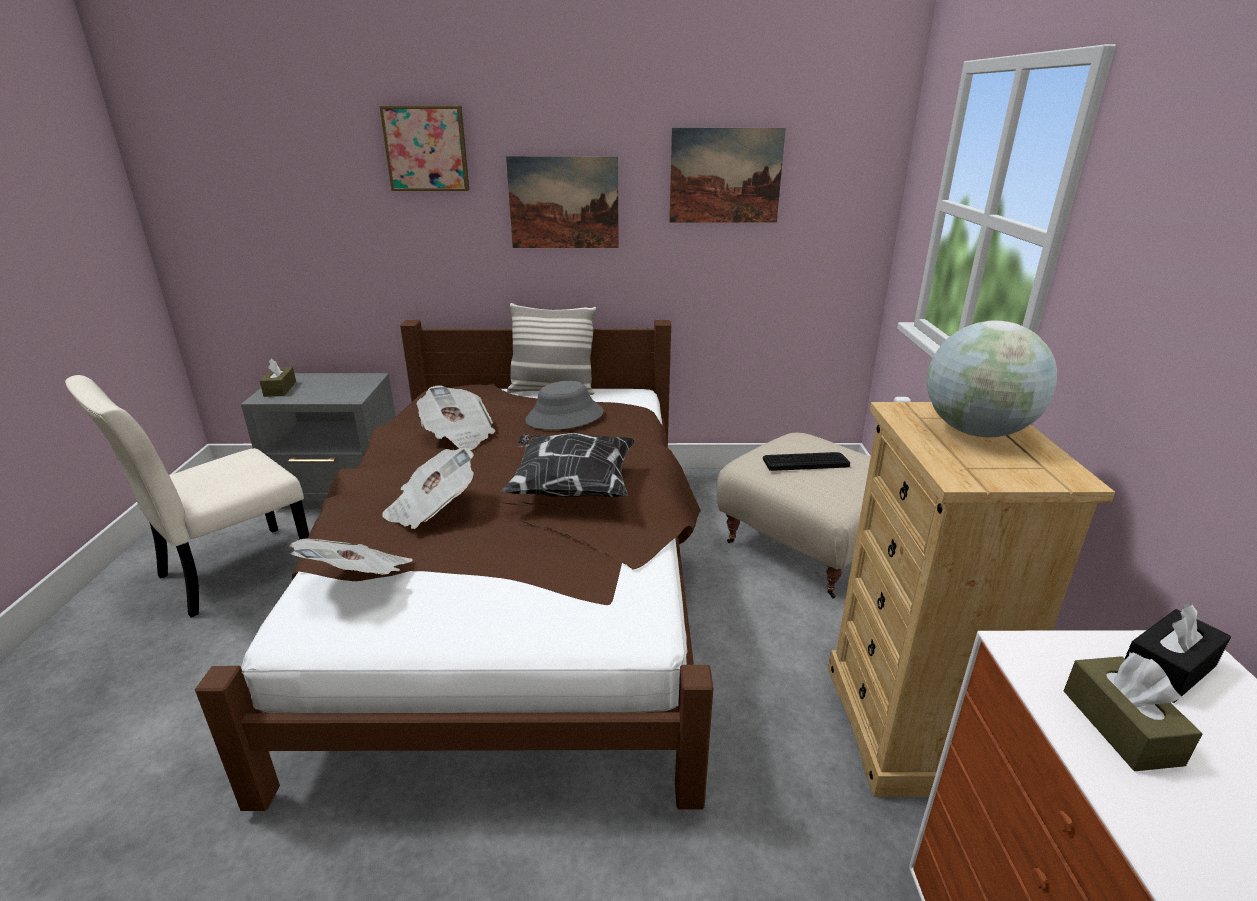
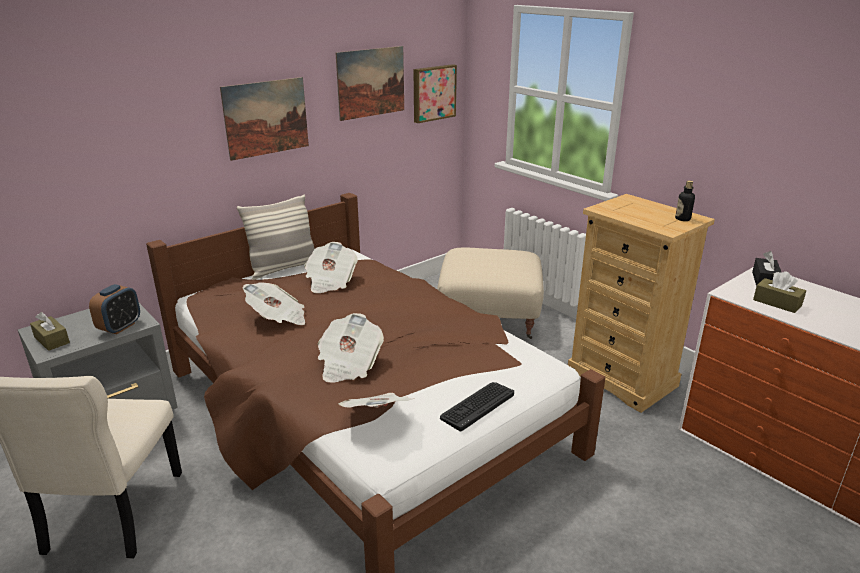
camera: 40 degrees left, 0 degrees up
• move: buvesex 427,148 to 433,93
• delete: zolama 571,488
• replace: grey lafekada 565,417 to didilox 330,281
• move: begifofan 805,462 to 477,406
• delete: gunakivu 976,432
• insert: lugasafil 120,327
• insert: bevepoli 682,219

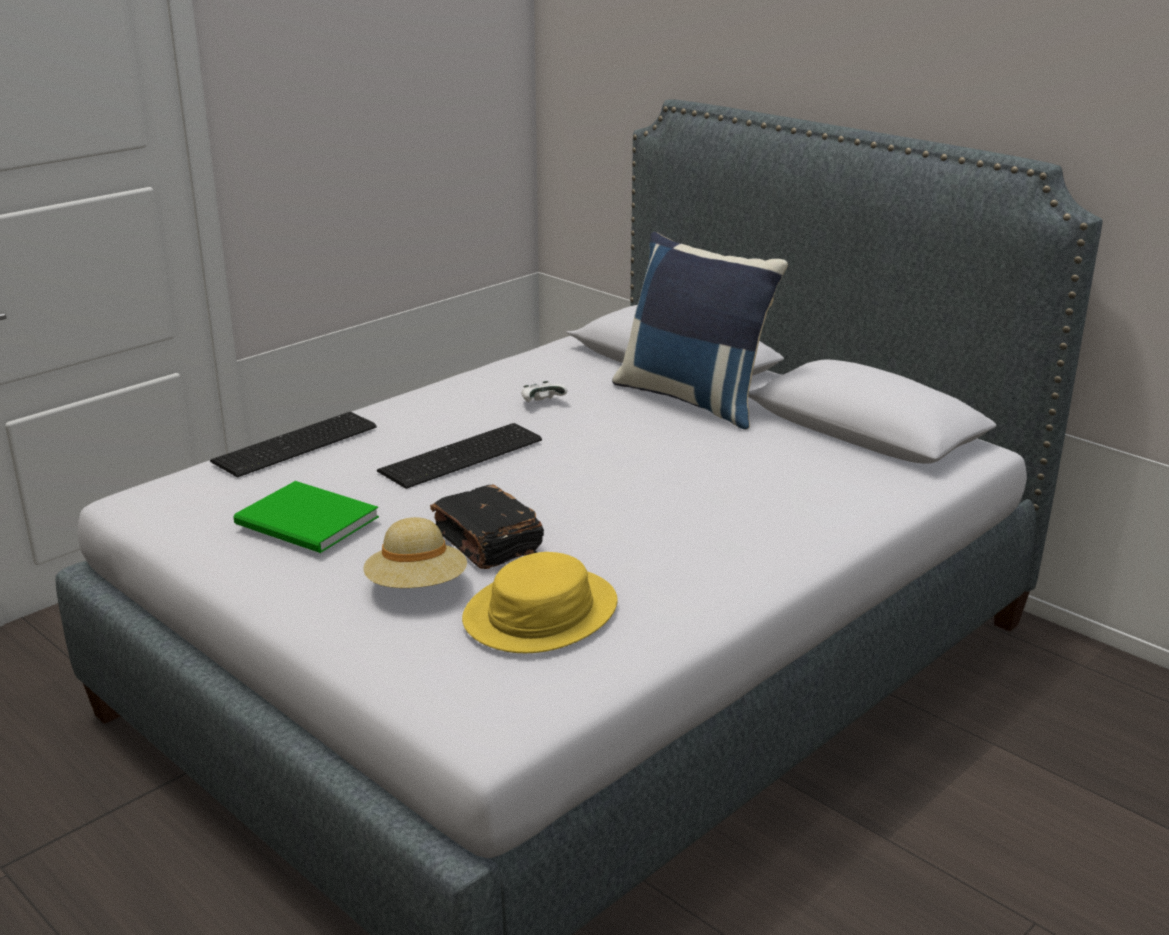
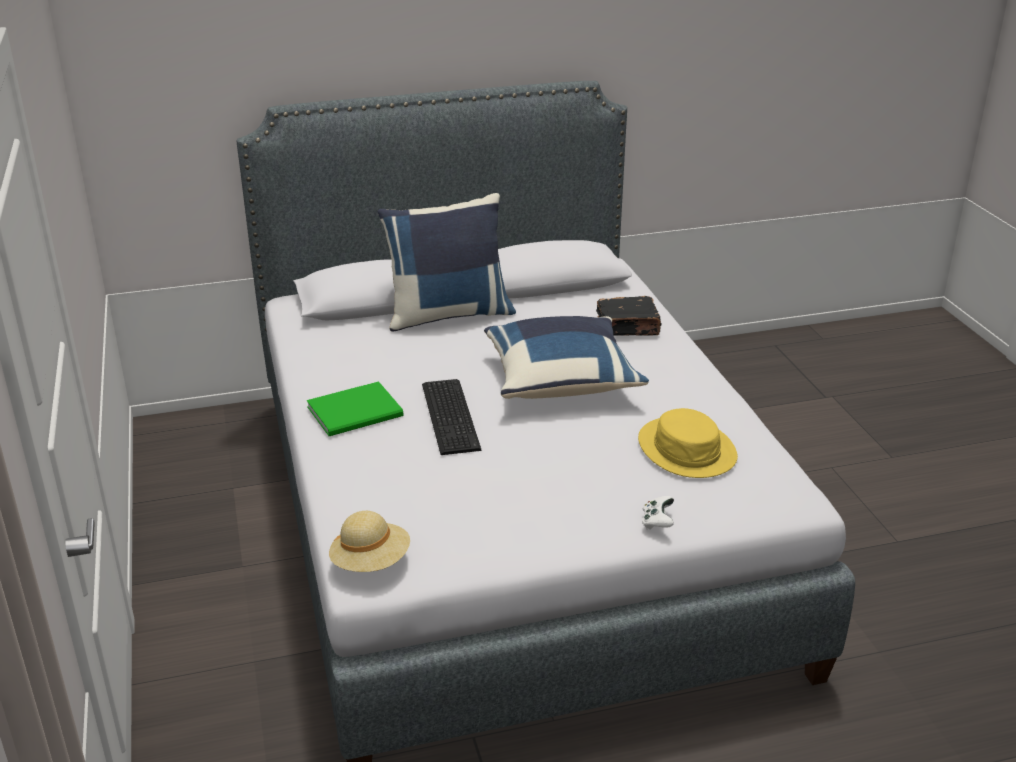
camera: 60 degrees left, 5 degrees up
• delete: begifofan 299,444
• move: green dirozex 307,523 to 358,412
• move: beige lafekada 417,588 to 371,562
• move: black dirozex 488,543 to 628,328
• move: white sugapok 542,403 to 657,522
• insert: blue zolama 561,381

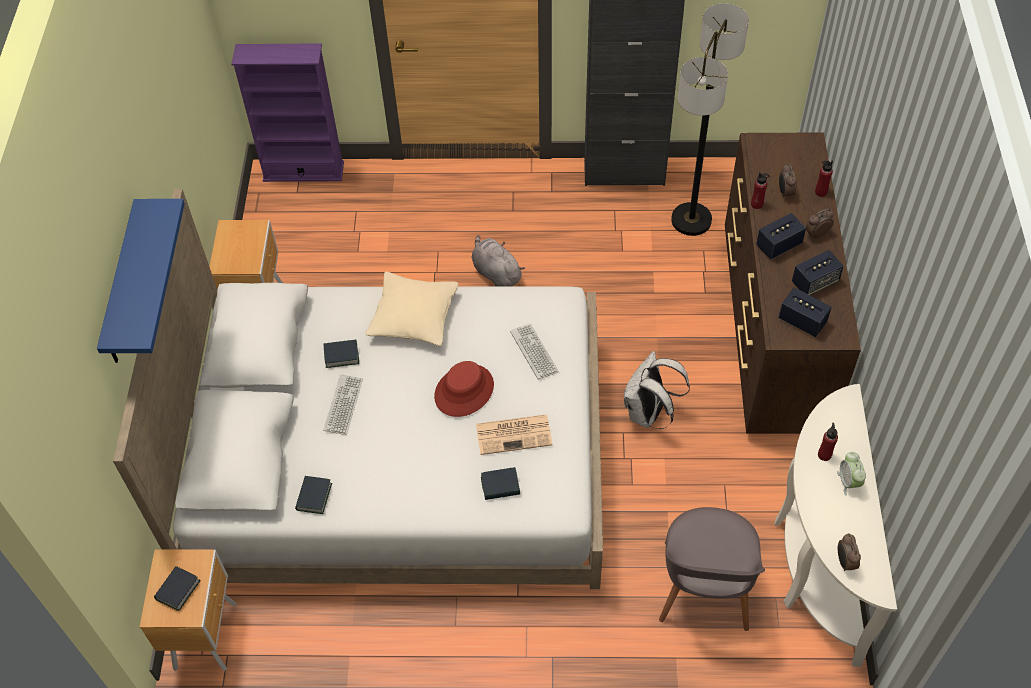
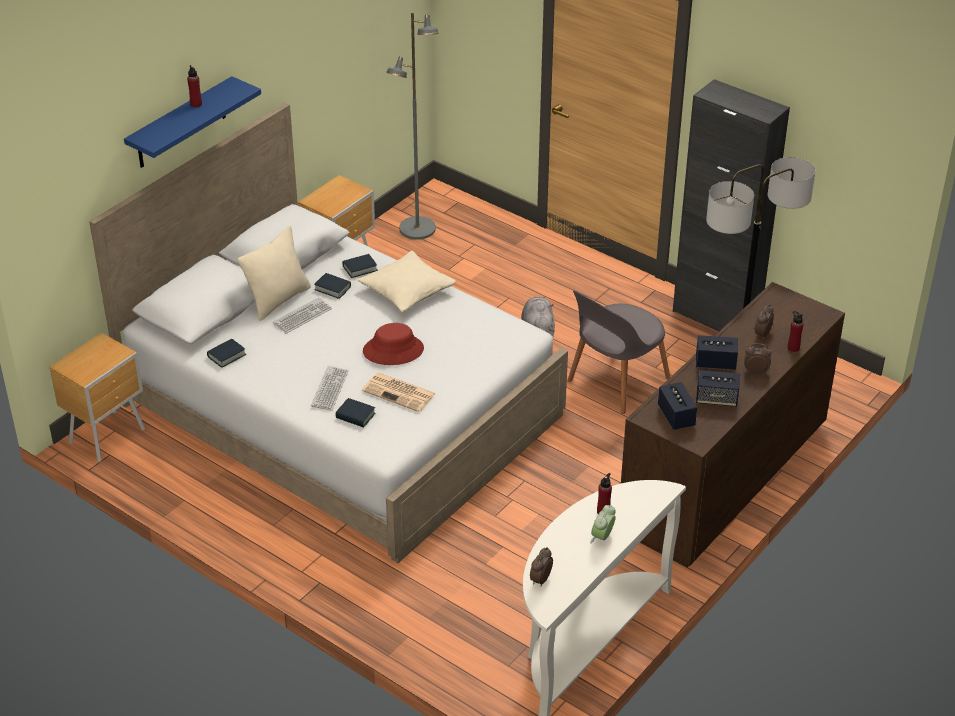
camera: 35 degrees right, 15 degrees down
• move: dirozex 178,590 to 360,268
• delete: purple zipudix 303,171
• move: begifofan 534,352 to 330,389
• delete: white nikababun 648,413
• move: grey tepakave 704,590 to 615,382
• move: red bevepoli 757,204 to 196,104
• insert: beige zolama 278,300
• insert: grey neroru 417,229

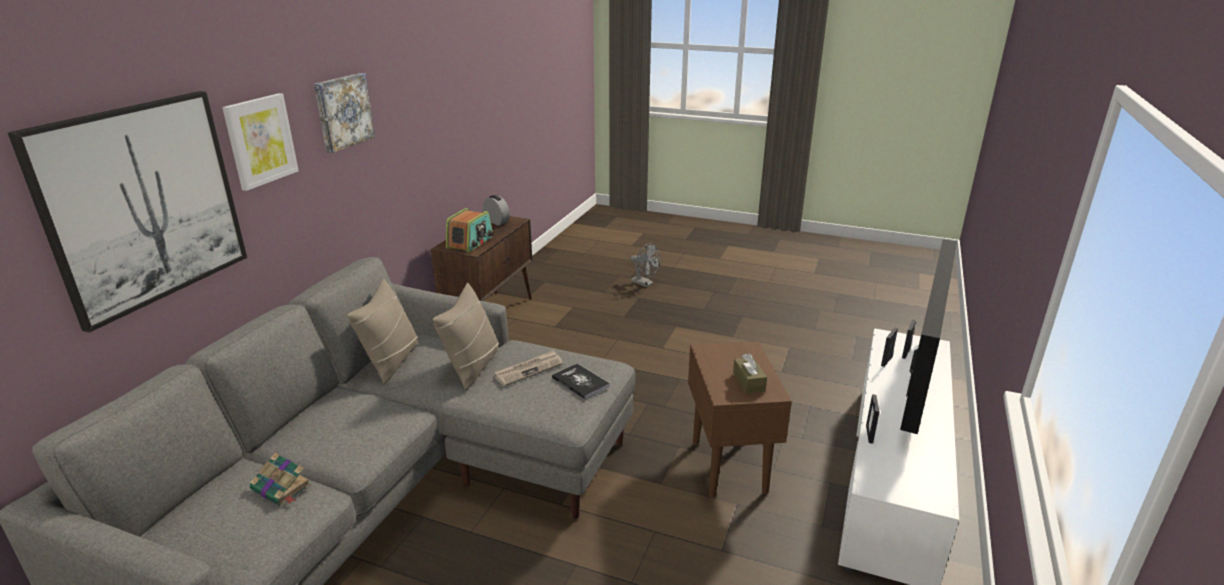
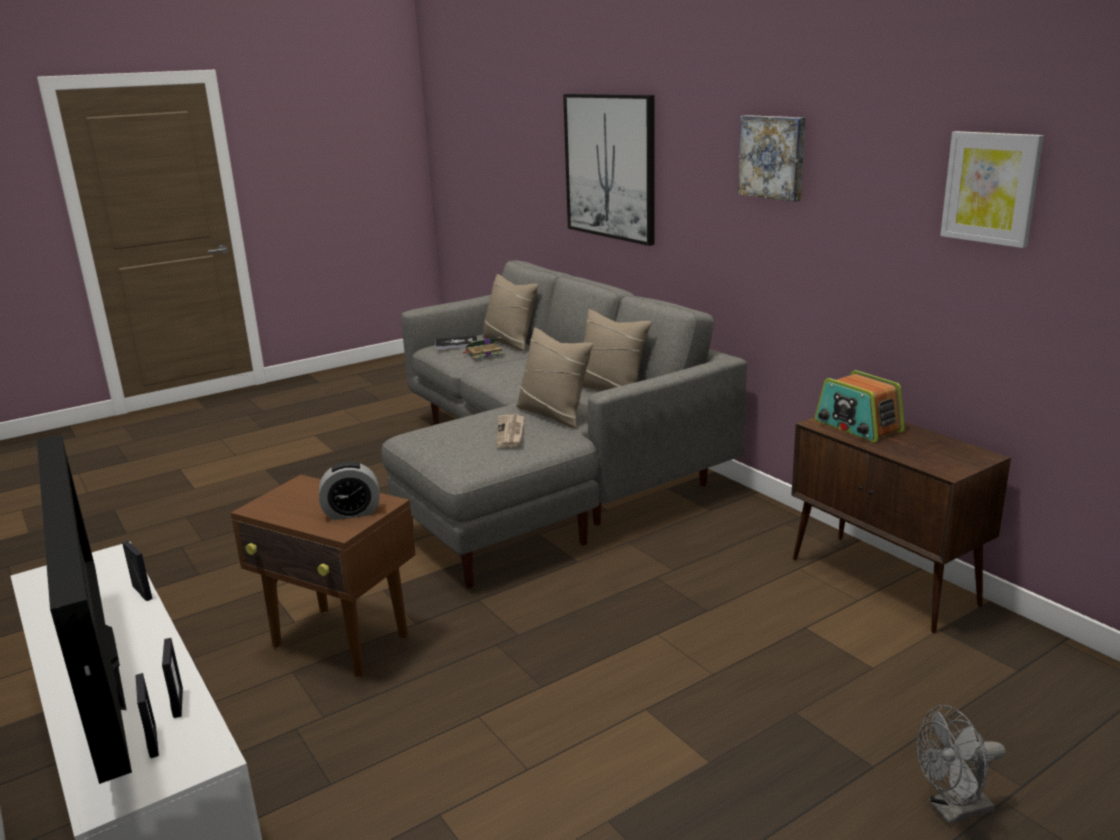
camera: 125 degrees right, 5 degrees down
• move: buvesex 260,140 to 991,188
• move: lugasafil 496,222 to 352,513
• move: dirozex 580,382 to 456,344
• delete: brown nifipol 748,382
• insert: beige zolama 510,342

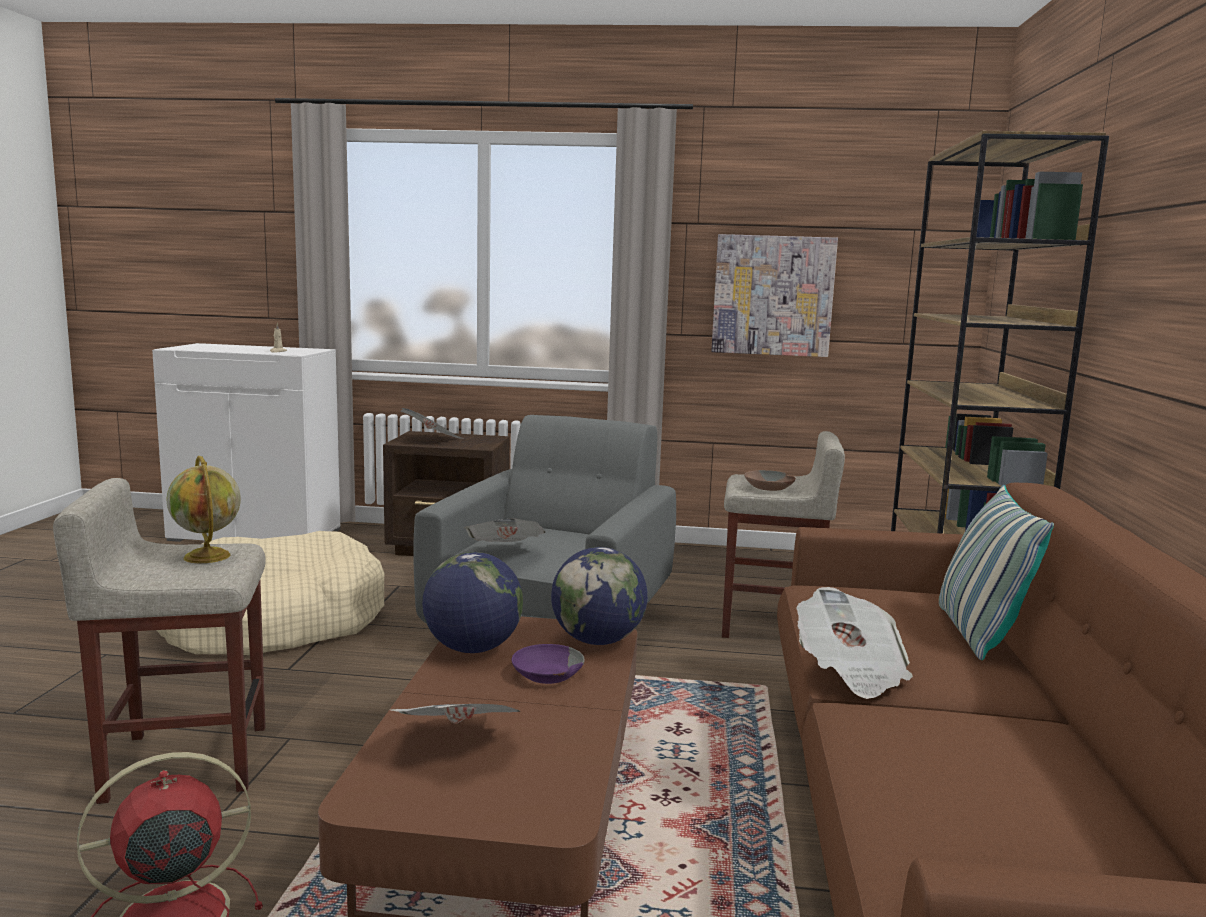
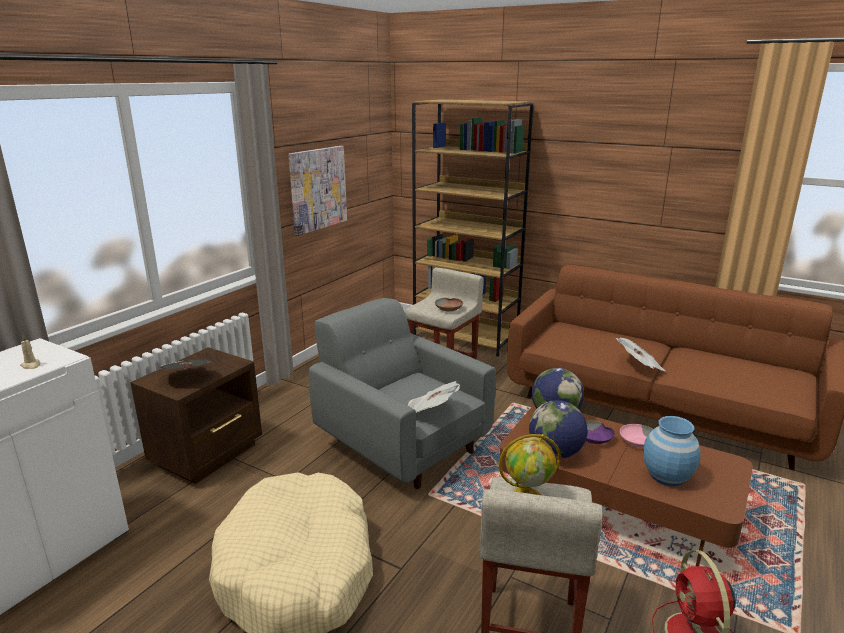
camera: 65 degrees left, 10 degrees up
• replace: didilox 457,743 to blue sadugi 667,475
• delete: zolama 978,634
• insert: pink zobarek 637,441

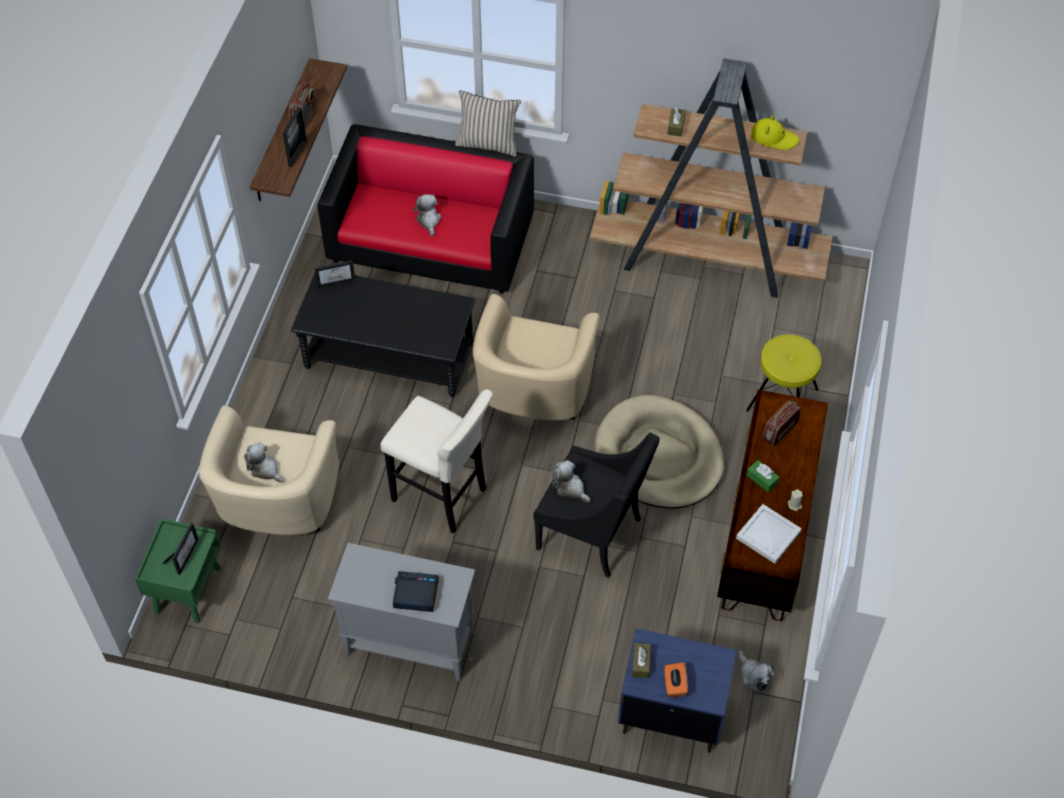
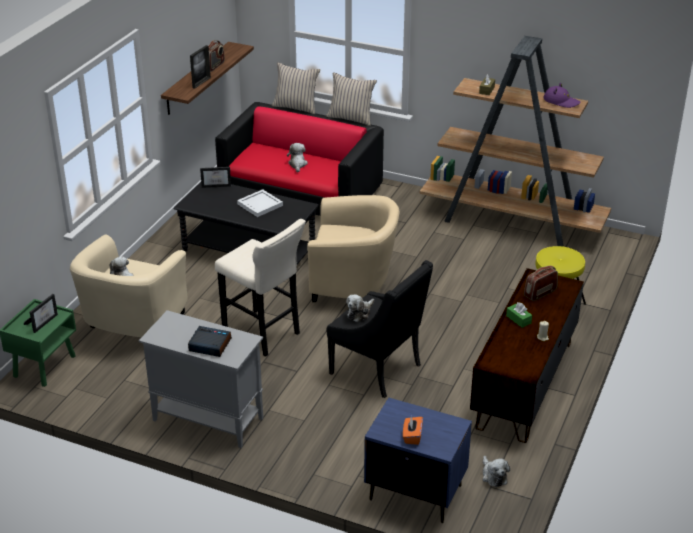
camera: 10 degrees right, 20 degrees down
• rotate: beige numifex 533,395 = 353,283 105 degrees counterclockwise
• rotate: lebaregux 570,487 = 360,313 105 degrees counterclockwise
• delete: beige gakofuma 659,456
• delete: brown nifipol 641,663
• move: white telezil 767,535 to 259,205
• recolor: yellow lafekada 774,137 to purple lafekada 561,101
• insert: beige zolama 296,107

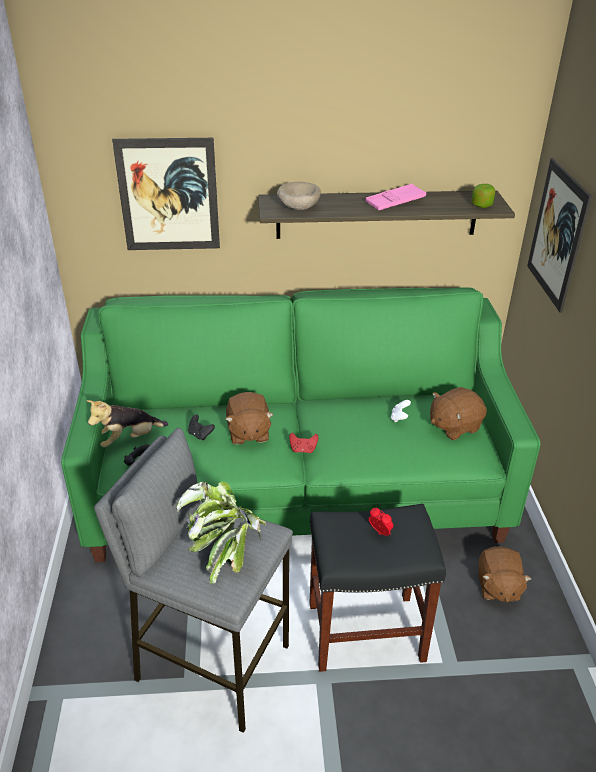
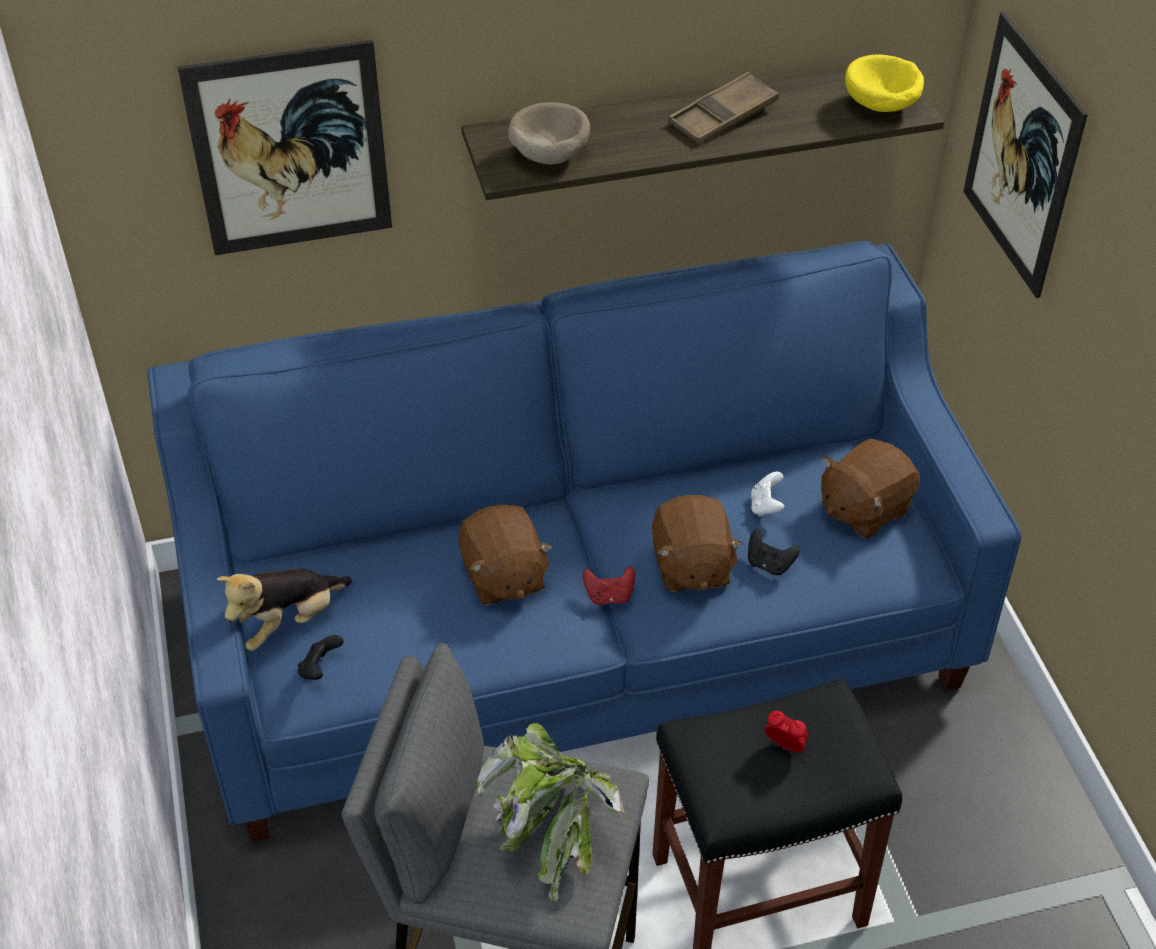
camera: 10 degrees left, 10 degrees up
• recolor: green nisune 296,486 to blue nisune 577,632
• move: black sugapok 200,435 to 769,564
• recolor: pink telezil 395,202 to brown telezil 723,116
• replace: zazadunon 481,205 to yellow zobarek 881,106
• move: brown lebaregux 497,586 to 691,566

